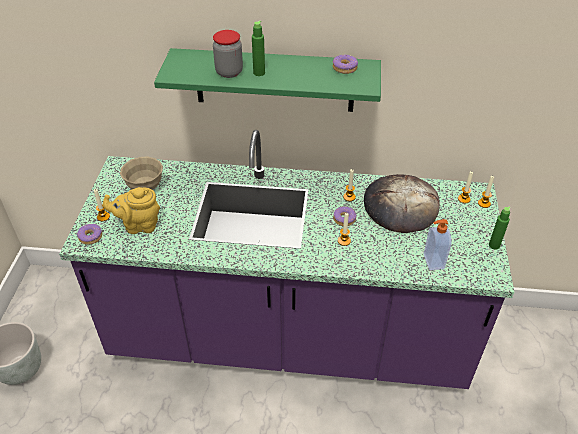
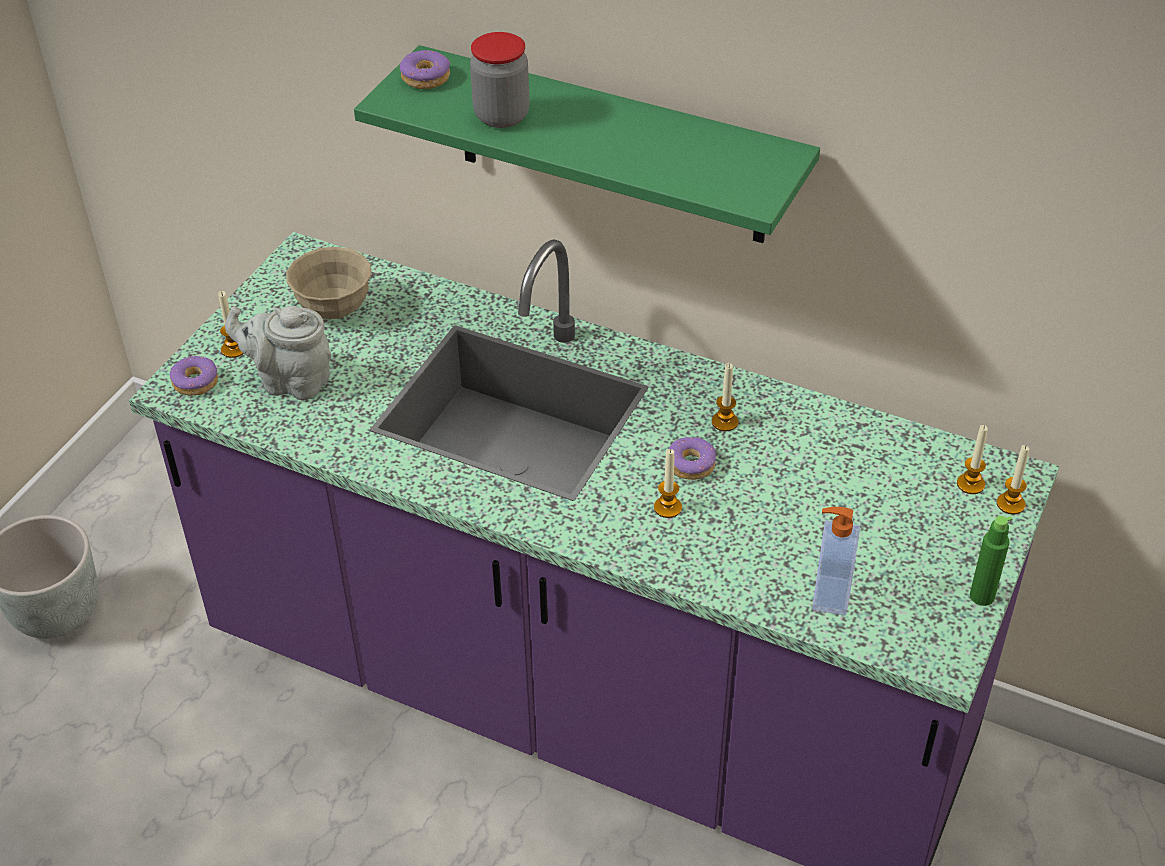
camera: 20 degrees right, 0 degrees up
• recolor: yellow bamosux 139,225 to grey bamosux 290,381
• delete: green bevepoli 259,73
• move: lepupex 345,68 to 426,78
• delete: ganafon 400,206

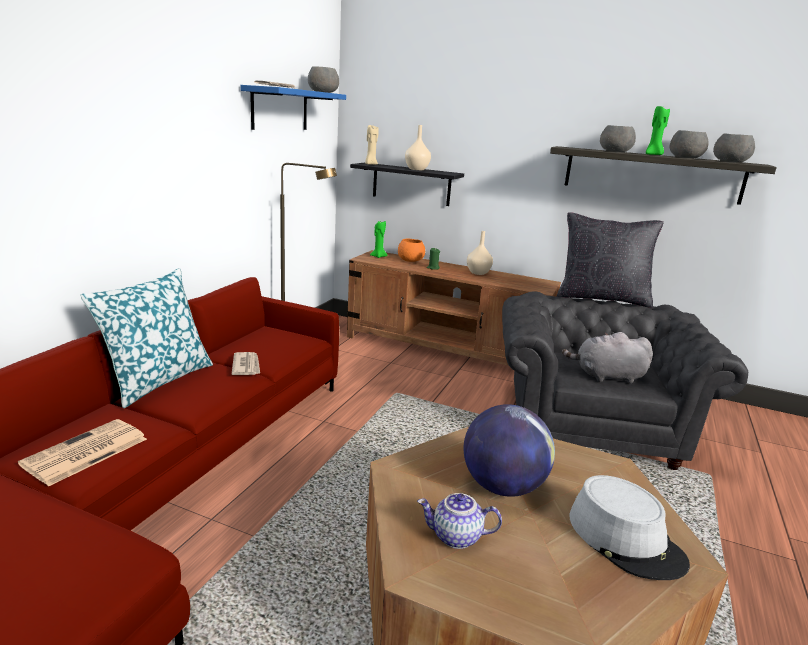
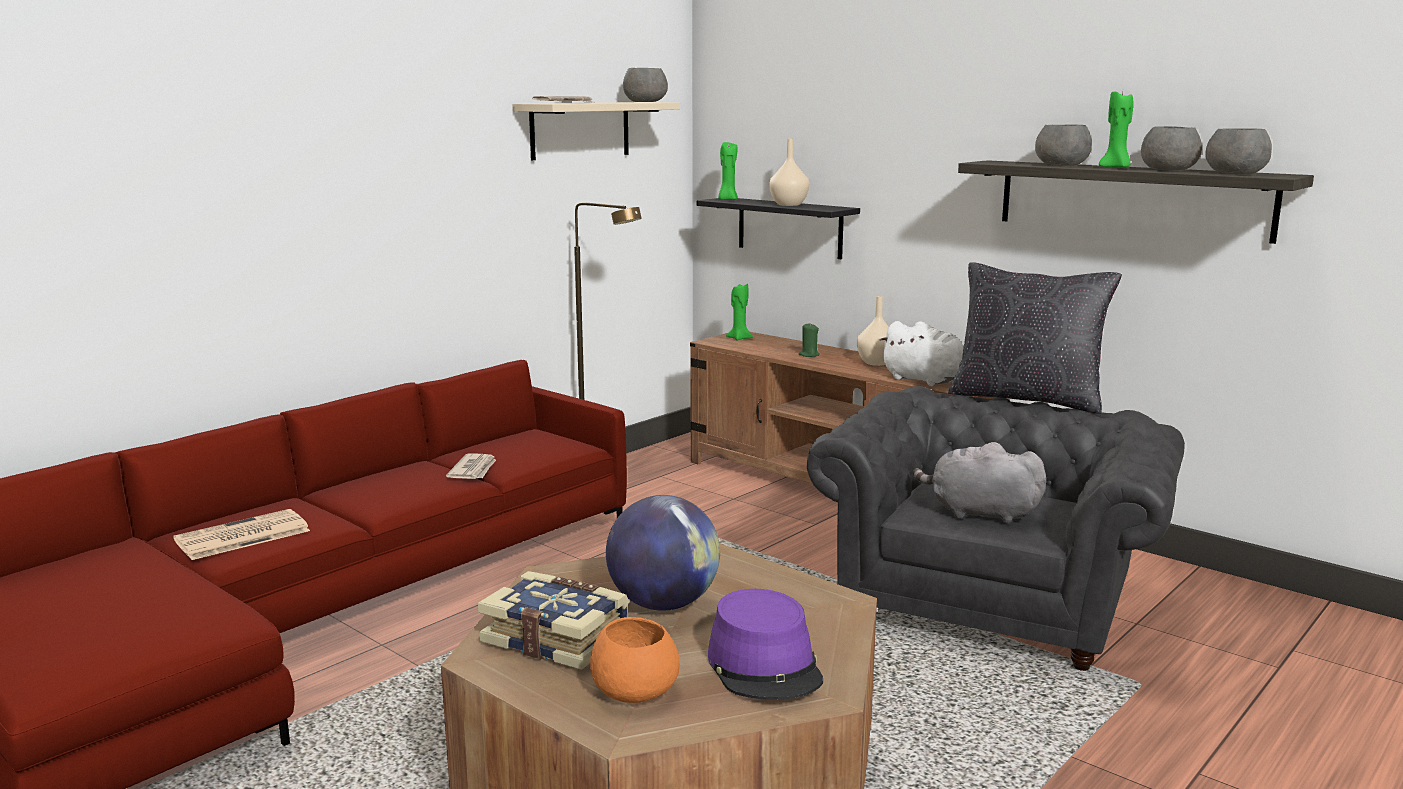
camera: 20 degrees right, 5 degrees down
• delete: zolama 157,380
• recolor: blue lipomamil 280,109 to beige lipomamil 580,130
• recolor: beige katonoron 370,164 to green katonoron 727,200
• move: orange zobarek 410,260 to 633,690
• replace: bamosux 455,537 to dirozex 557,638
• recolor: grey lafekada 625,539 to purple lafekada 765,665
• insert: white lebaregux 926,381

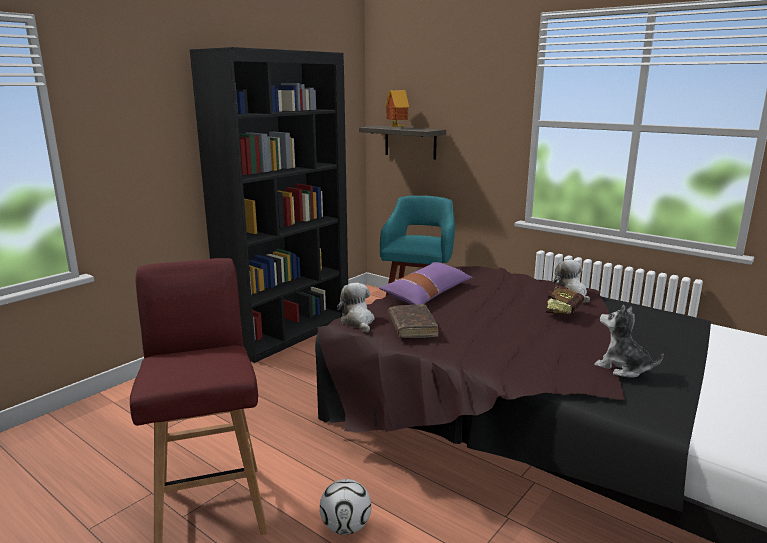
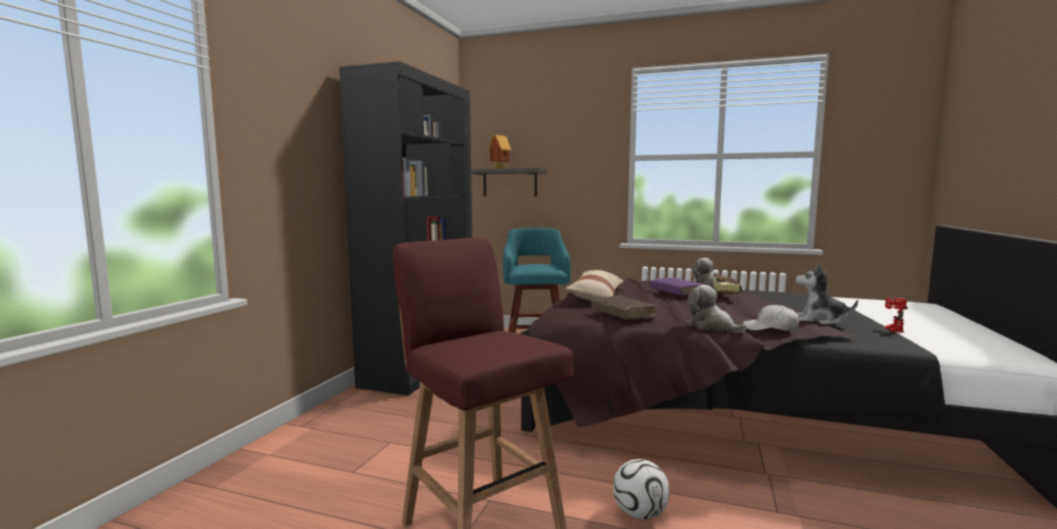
camera: 20 degrees left, 10 degrees down
• move: lebaregux 358,322 to 712,327
• recolor: purple zolama 427,294 to beige zolama 596,296
• insert: purple dirozex 677,292
• insert: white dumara 771,328
• insert: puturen 890,329

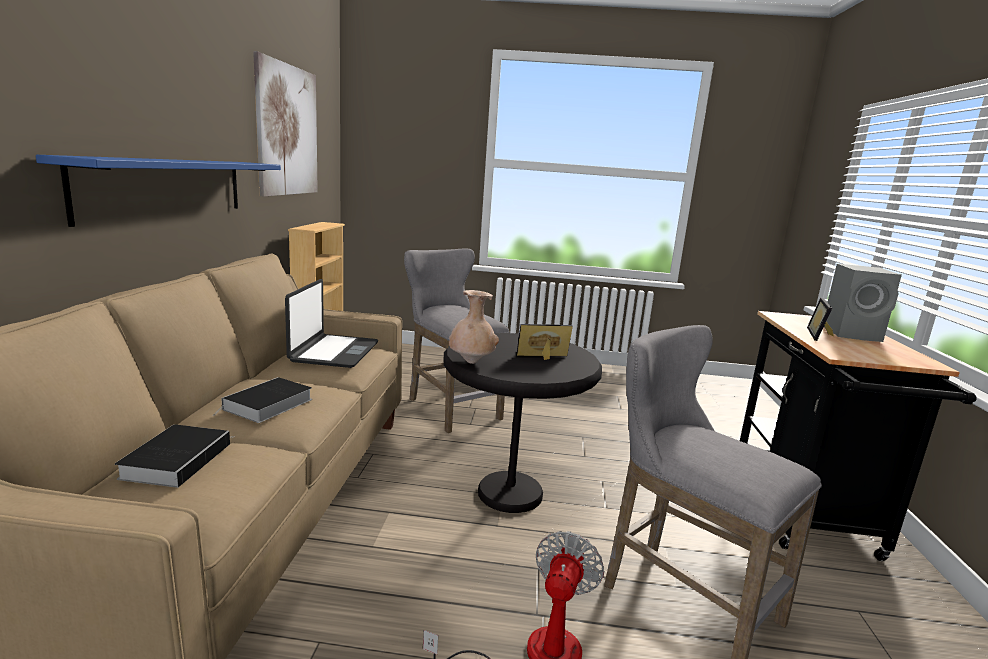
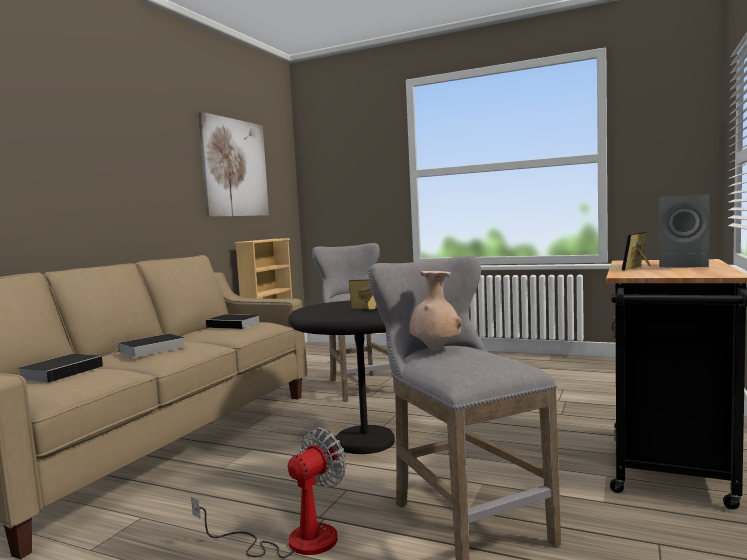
camera: 20 degrees right, 10 degrees down
• delete: blue lipomamil 167,187
• replace: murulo 334,352 to dirozex 235,325
• move: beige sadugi 471,362 to 436,350

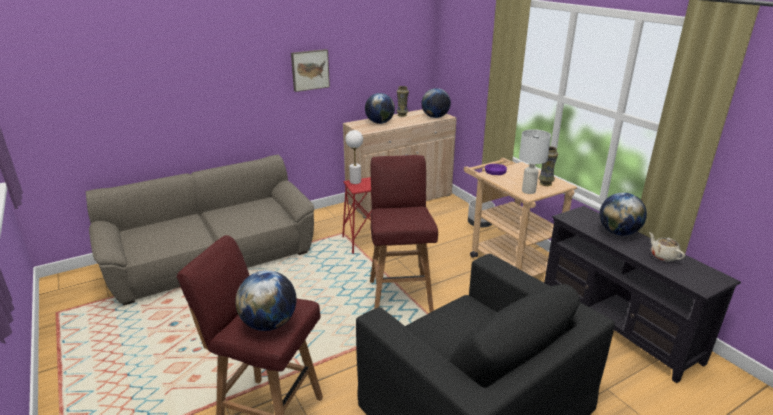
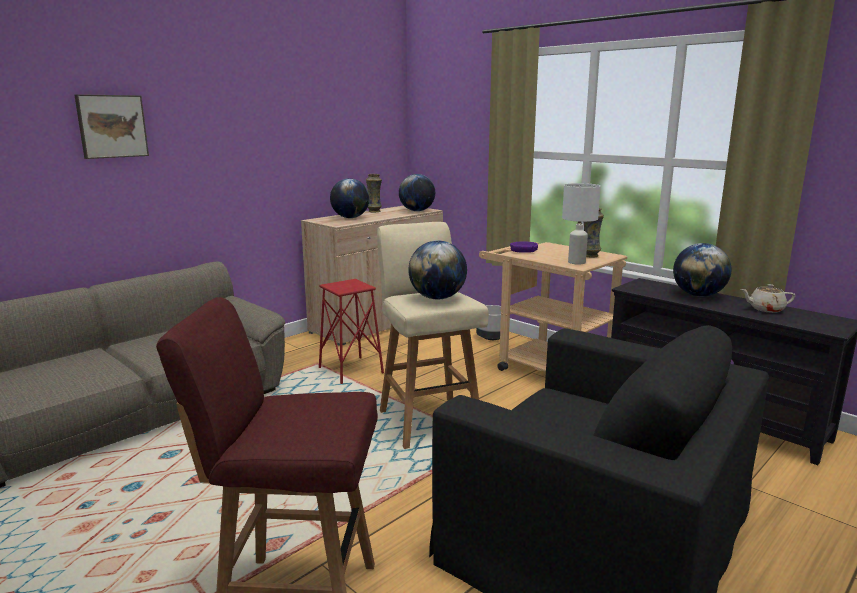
camera: 15 degrees left, 10 degrees down
• move: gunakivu 269,324 to 437,298
• move: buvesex 309,70 to 111,126
• delete: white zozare 355,181
• recolor: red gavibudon 400,295 to beige gavibudon 429,421
• rotate: beige bamosux 663,256 = 765,309 45 degrees counterclockwise

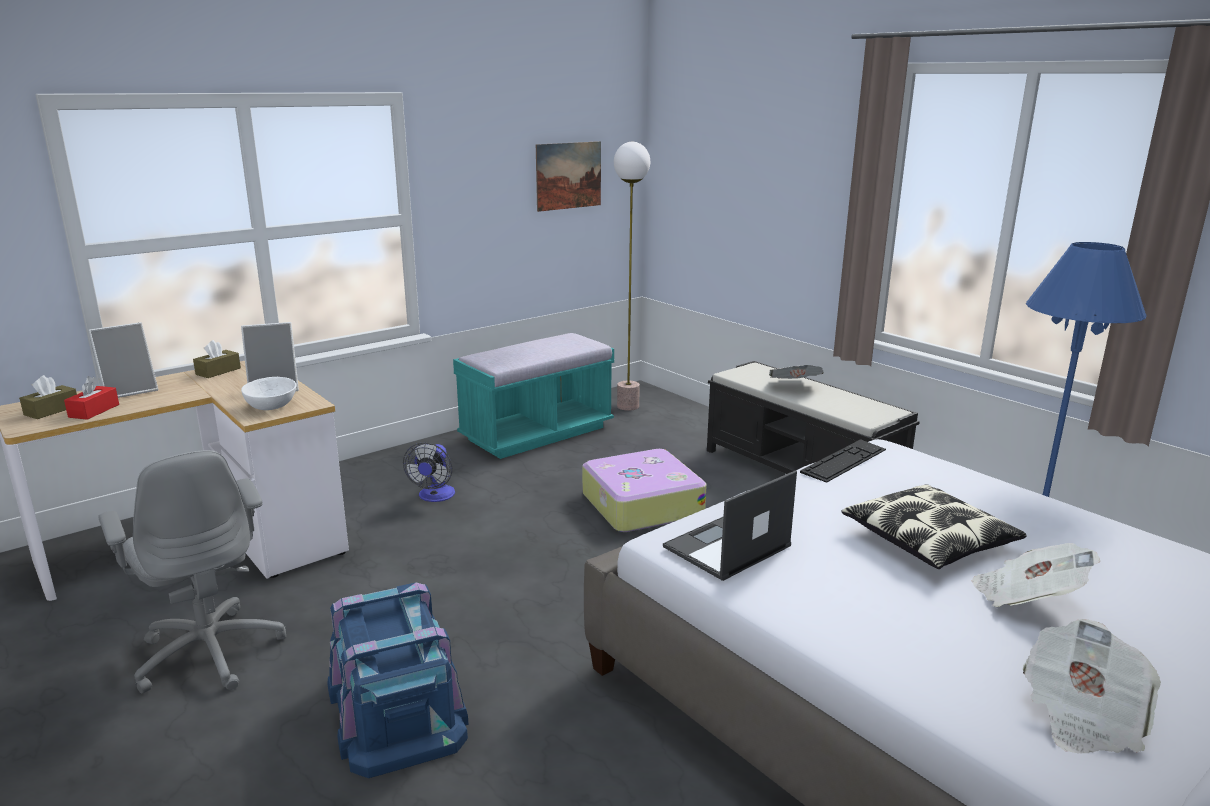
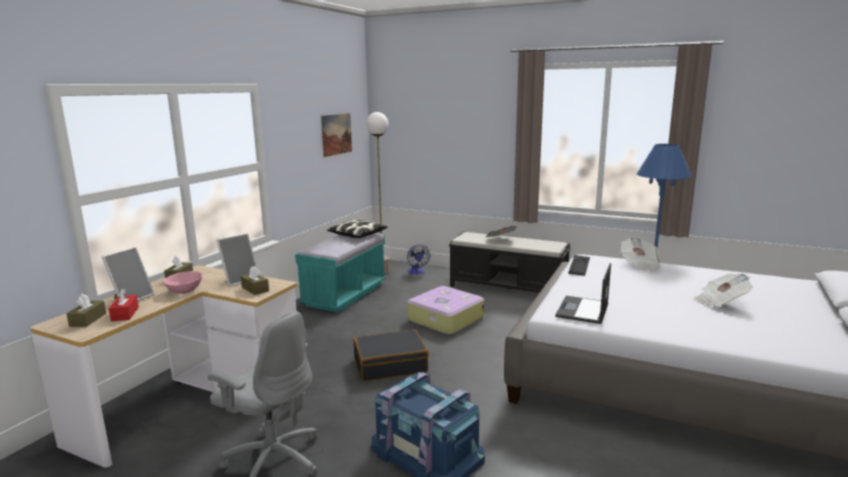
camera: 25 degrees left, 5 degrees down
• replace: white zobarek 271,406 to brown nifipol 255,289
• move: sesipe 435,497 to 417,272
• move: zolama 929,540 to 357,235
• move: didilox 1082,715 to 639,264
• insert: pink zobarek 185,291
• insert: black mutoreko 390,365

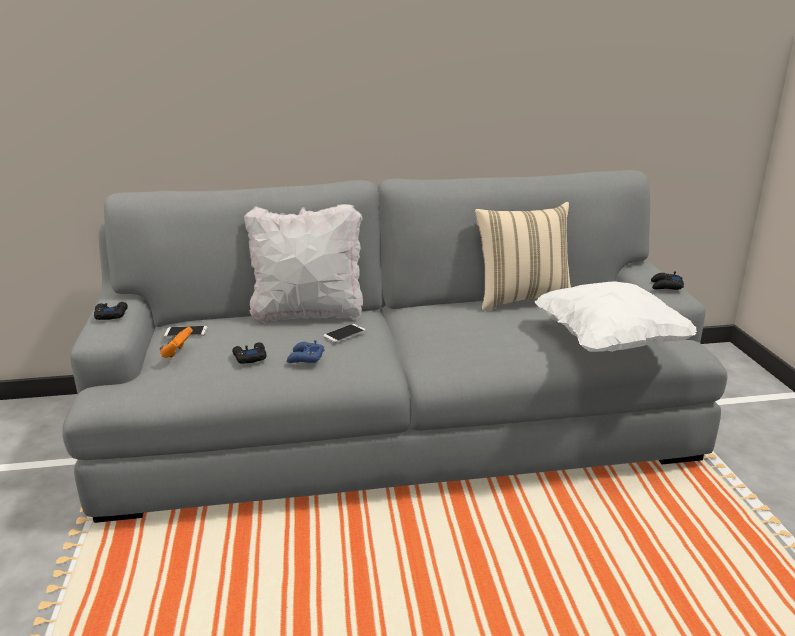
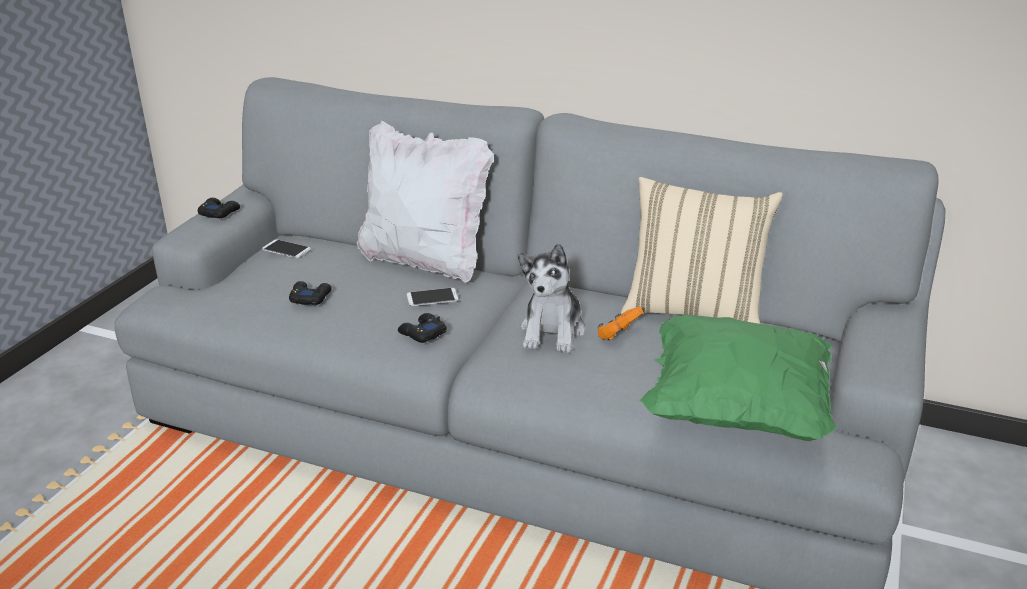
camera: 30 degrees right, 5 degrees up
• move: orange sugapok 177,353 to 618,335
• delete: blue sugapok 305,358
• recolor: white zolama 609,343 to green zolama 736,409
• move: black sugapok 666,286 to 422,333
• insert: lebaregux 553,331

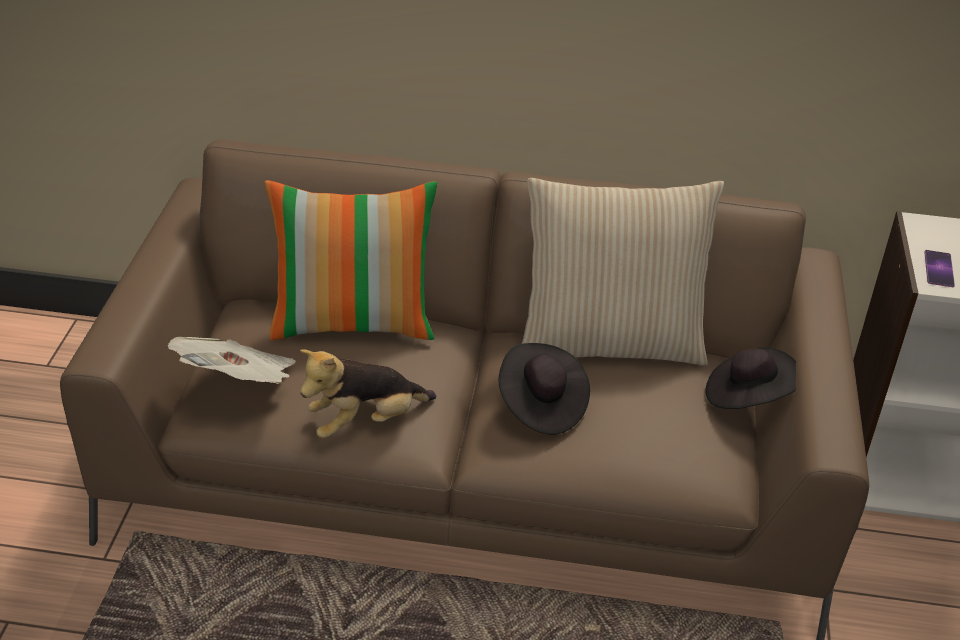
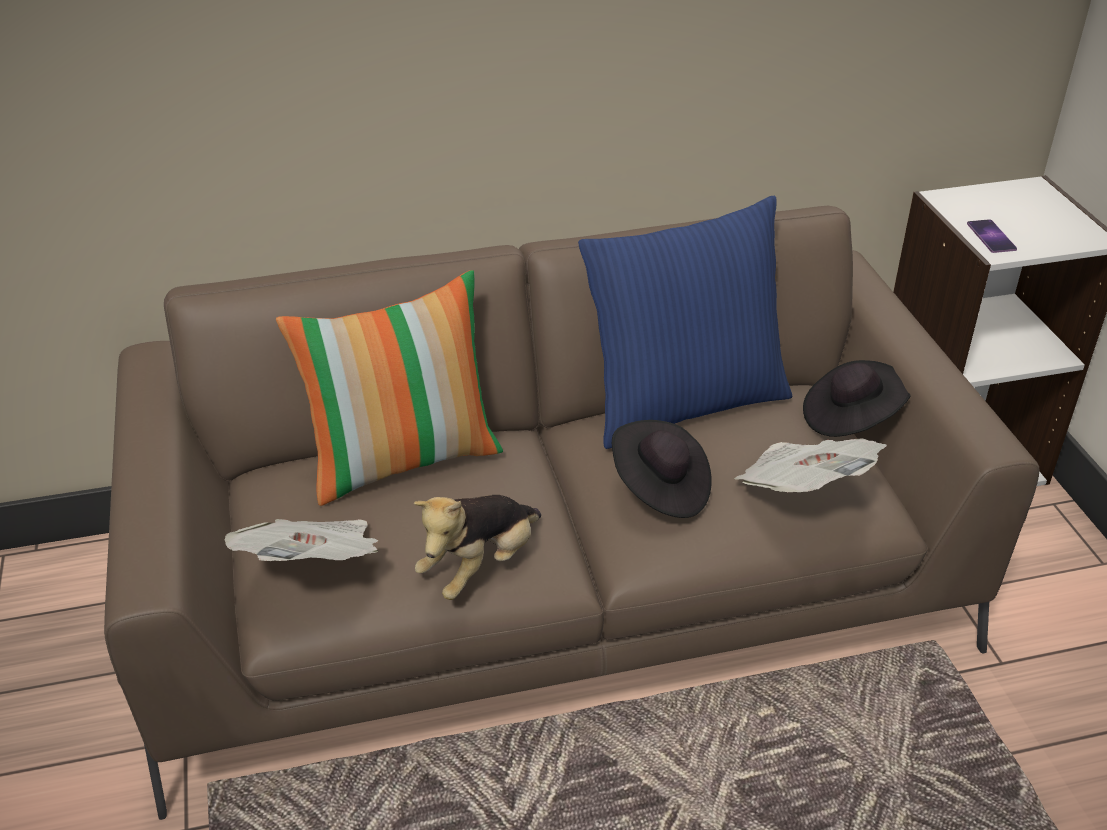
camera: 20 degrees left, 0 degrees up
• recolor: beige zolama 609,343 to blue zolama 683,402
• insert: didilox 803,490

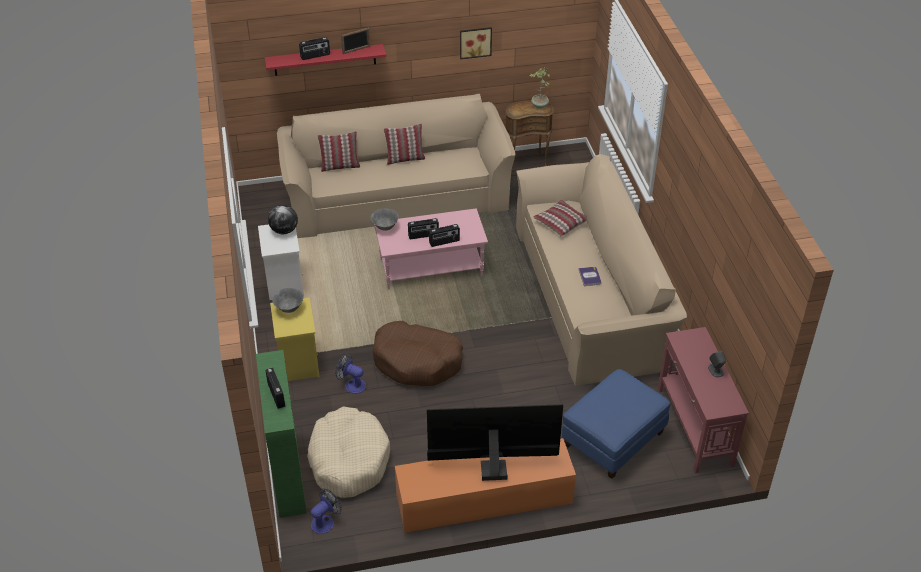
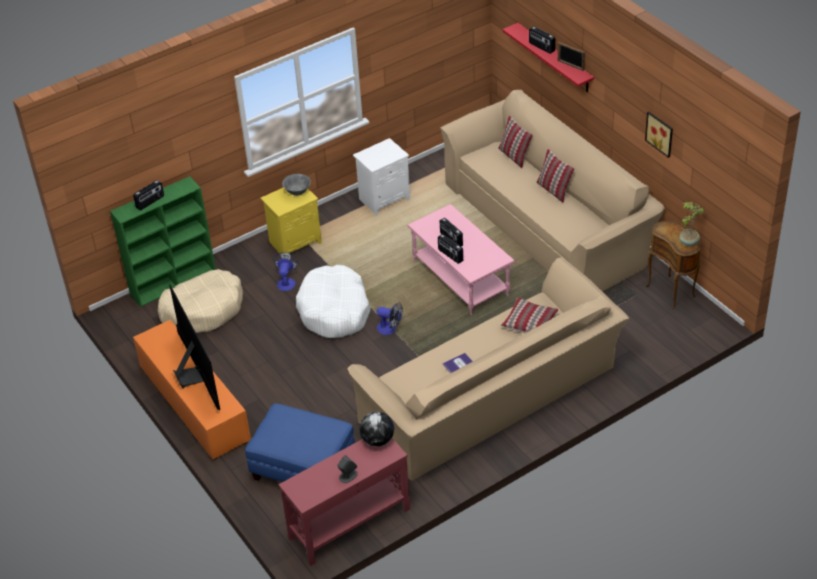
camera: 70 degrees right, 0 degrees up
• move: gunakivu 284,230 to 377,440
• move: sesipe 325,521 to 390,329
• delete: grey zobarek 385,227
• recolor: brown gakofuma 417,361 to white gakofuma 334,311

